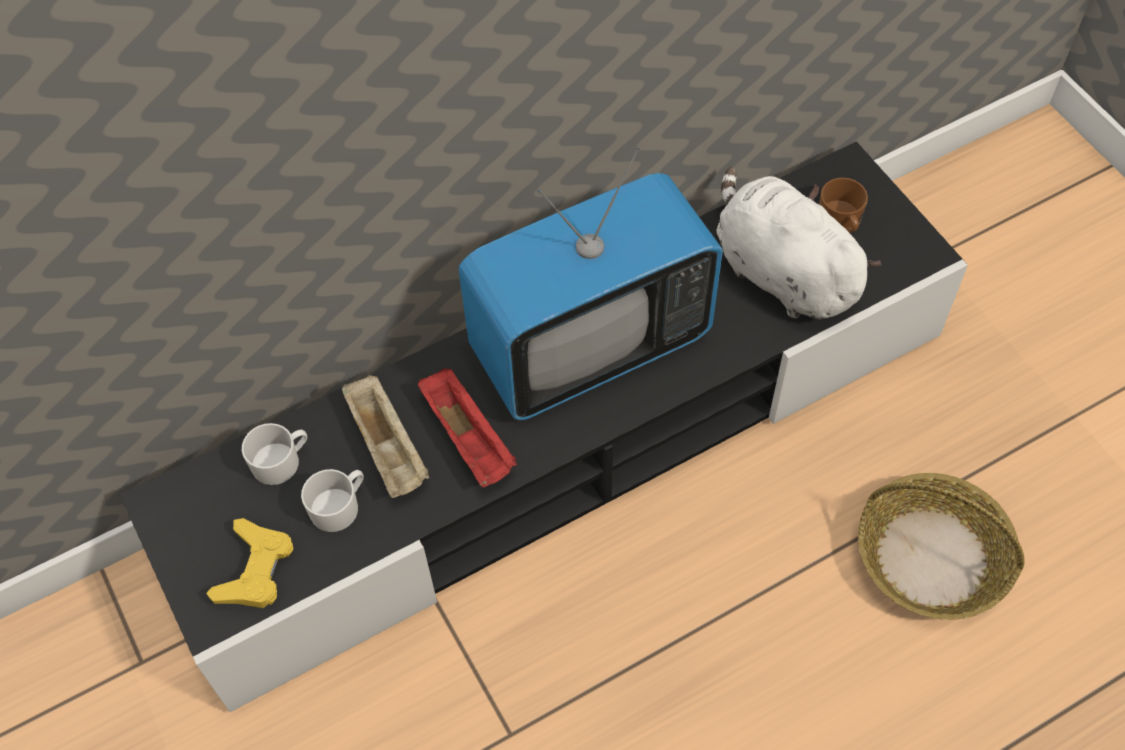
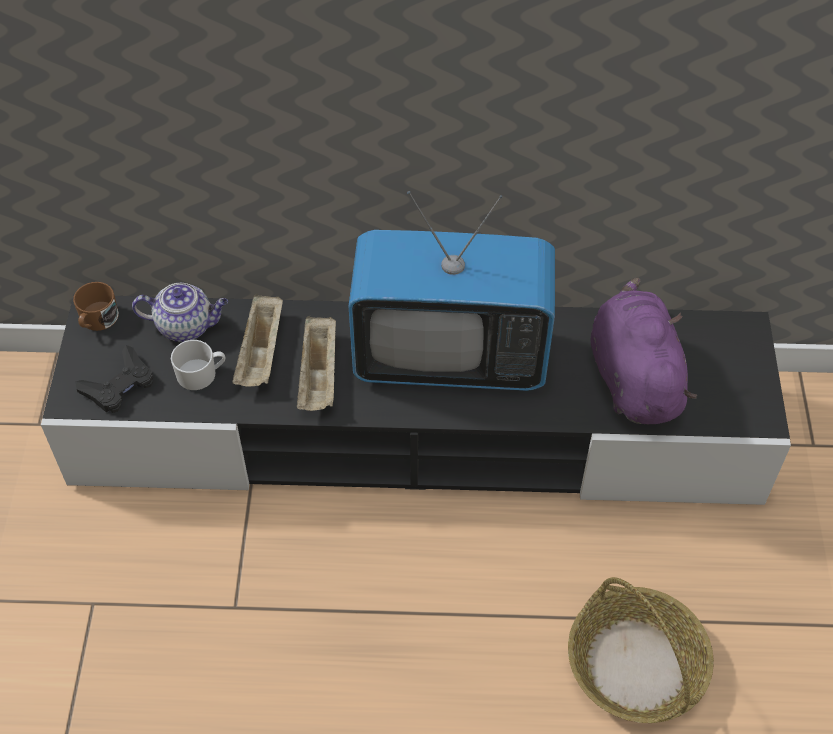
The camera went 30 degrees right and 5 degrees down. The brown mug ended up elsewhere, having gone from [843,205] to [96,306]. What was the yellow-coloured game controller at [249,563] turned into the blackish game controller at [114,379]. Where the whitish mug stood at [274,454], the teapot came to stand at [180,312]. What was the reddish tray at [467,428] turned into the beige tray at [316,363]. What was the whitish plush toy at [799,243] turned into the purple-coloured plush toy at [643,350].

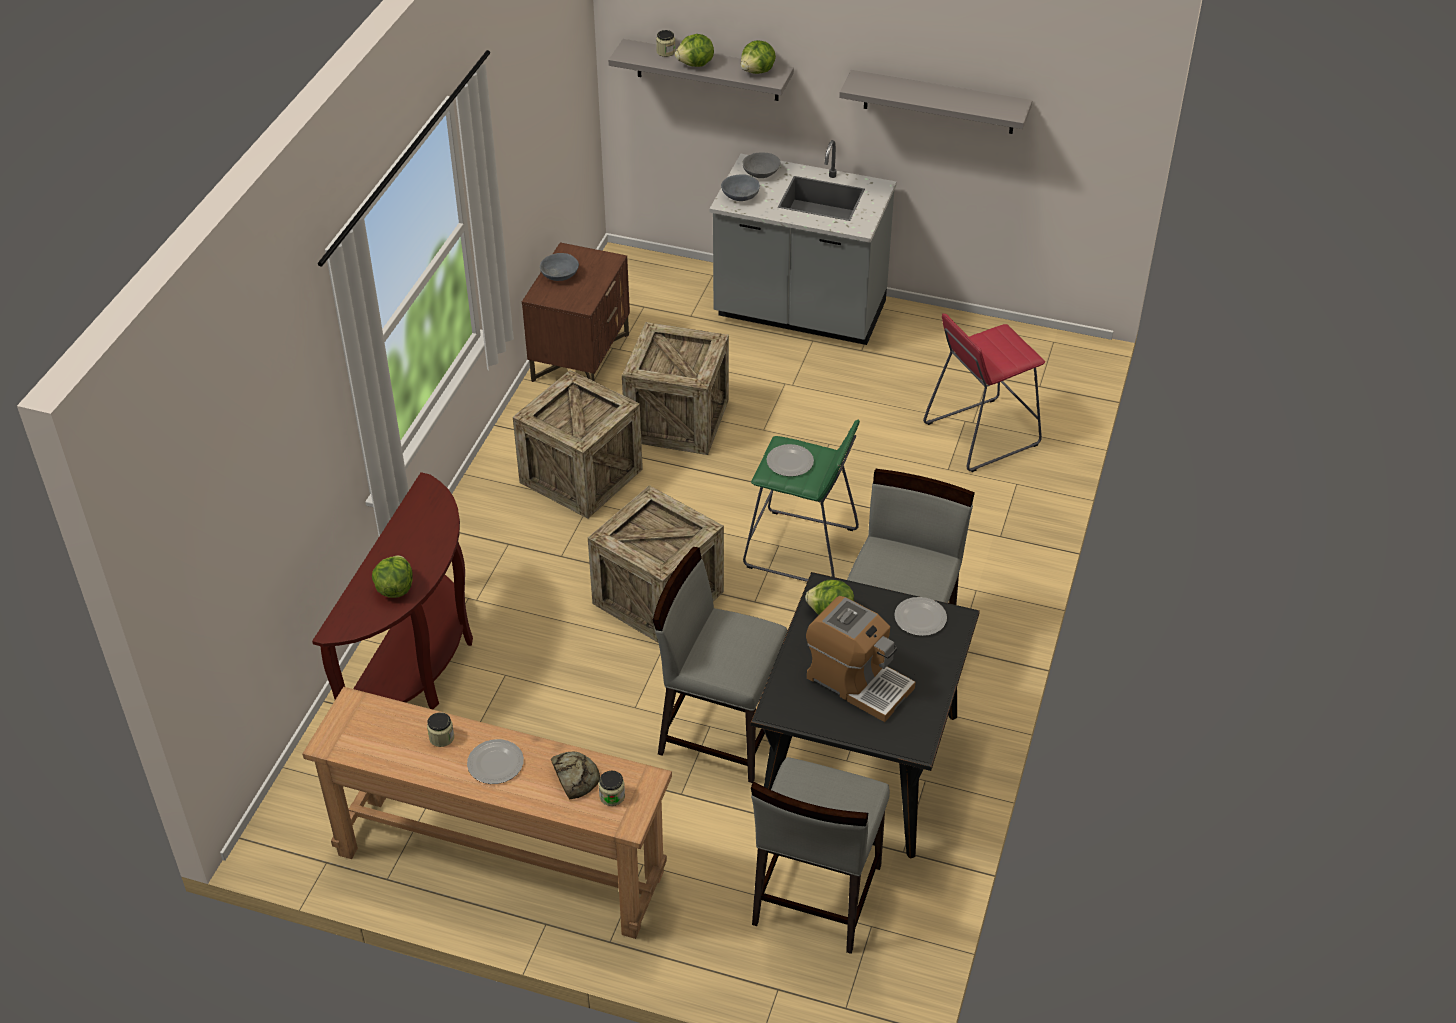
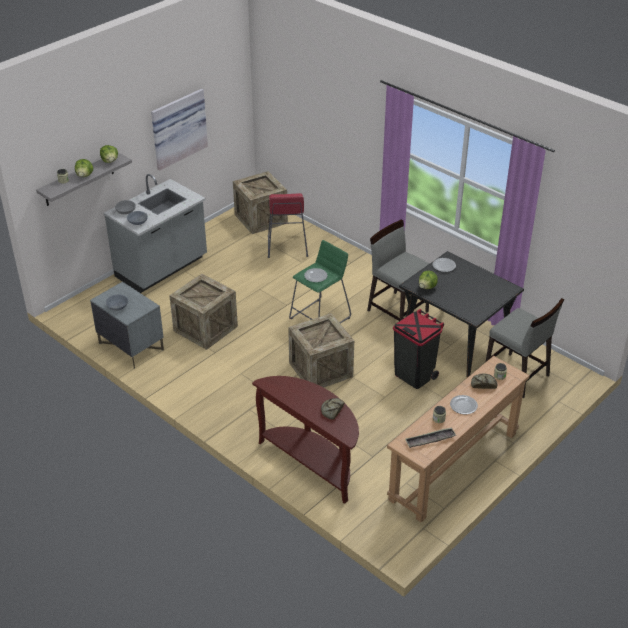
The camera went 65 degrees left and 5 degrees down. What was the brown bedside table at [576,312] turned into the greyish bedside table at [127,325]. Where the greyish bracket shelf hung at [935,102], the picture came to hang at [179,130]. The packing crate ended up elsewhere, having gone from [578,444] to [260,202]. Where the lettuce head stood at [392,576], the baked bread came to stand at [333,409]. Where the greyish upright chair stood at [720,665], the blackish rubbish bin came to stand at [418,349]. The second view gained the tray at [430,437]. The second view lost the coffee brewer at [861,659].

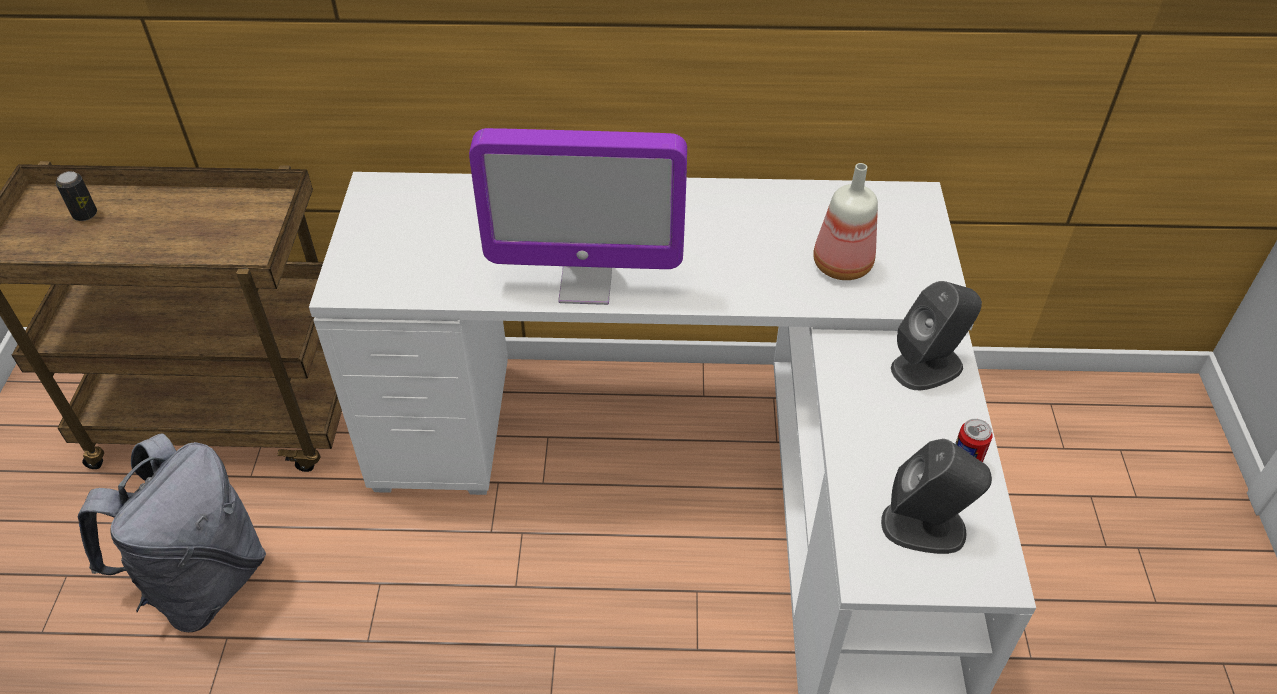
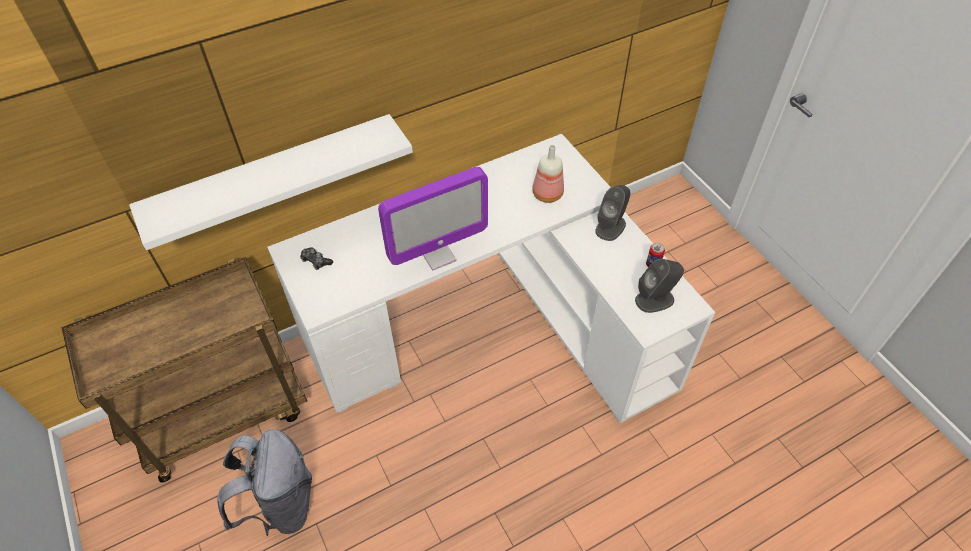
The camera went 30 degrees left and 5 degrees up. The second view gained the whitish bracket shelf at [271,182]. The second view gained the game controller at [316,258]. The second view lost the can at [76,196].

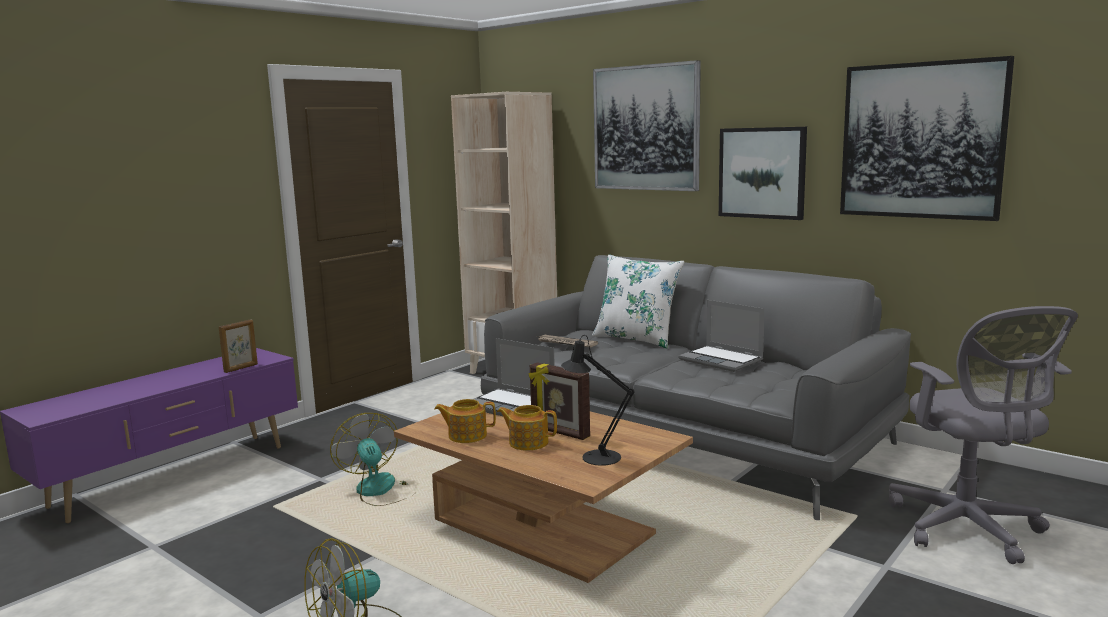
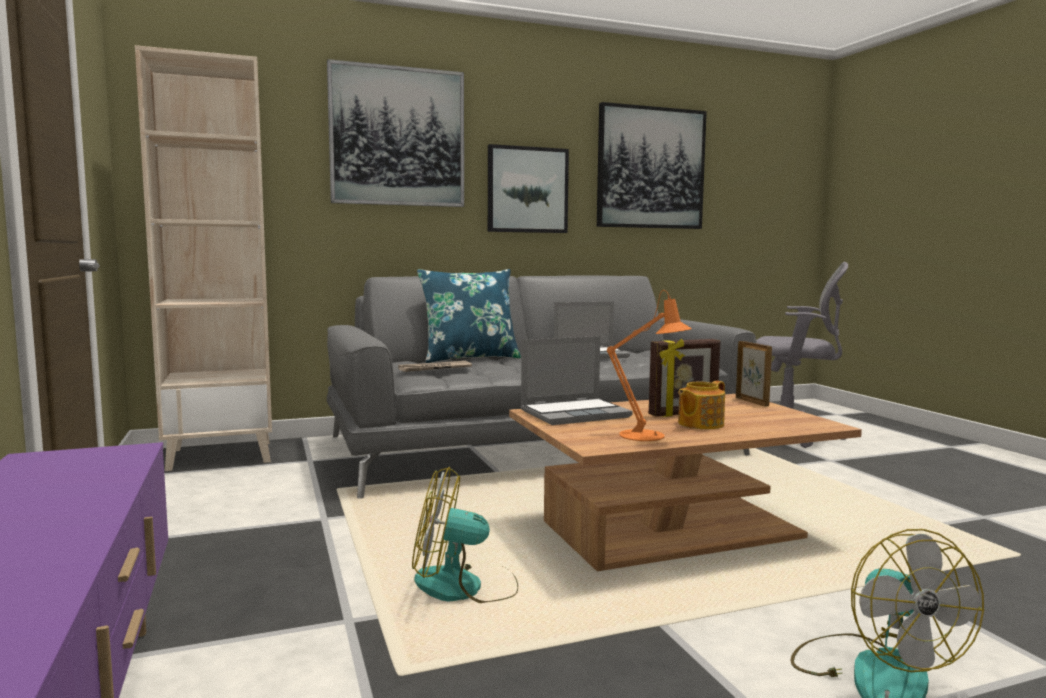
The camera went 60 degrees left and 5 degrees down. What was the whitish cushion at [638,301] turned into the bluish cushion at [469,316]. Where the teapot stood at [465,421], the orangey tabletop lamp came to stand at [649,365]. The standing frame ended up elsewhere, having gone from [238,346] to [754,374]. The second view lost the blackish tabletop lamp at [598,400].

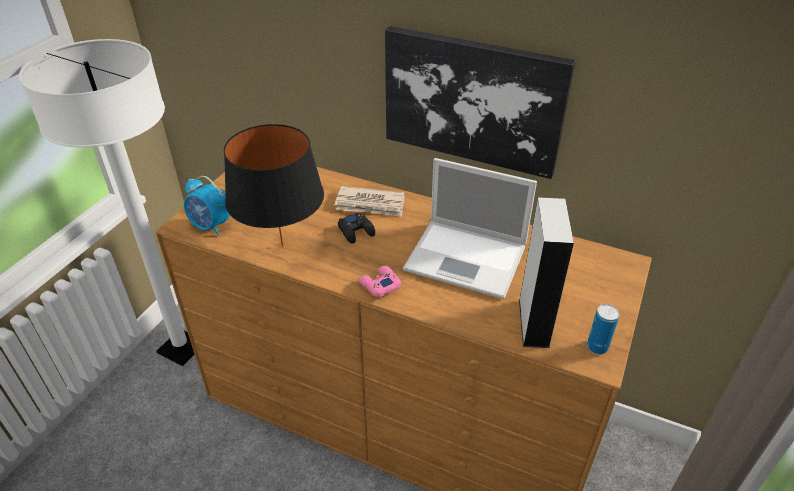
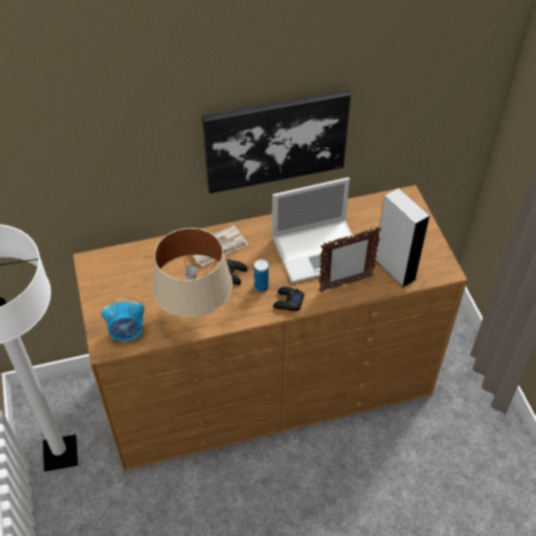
The camera went 40 degrees left and 10 degrees up. What was the blackish tabletop lamp at [274,185] turned into the beige tabletop lamp at [192,272]. The can ended up elsewhere, having gone from [603,329] to [261,275]. What was the pink game controller at [379,281] turned into the blackish game controller at [288,299]. The second view gained the standing frame at [350,259].

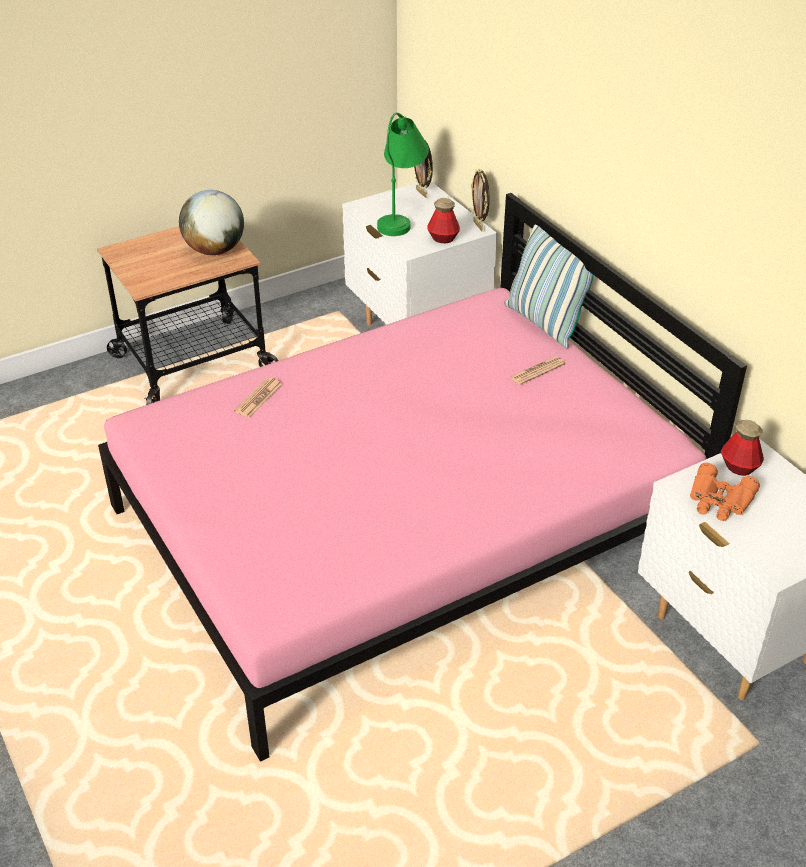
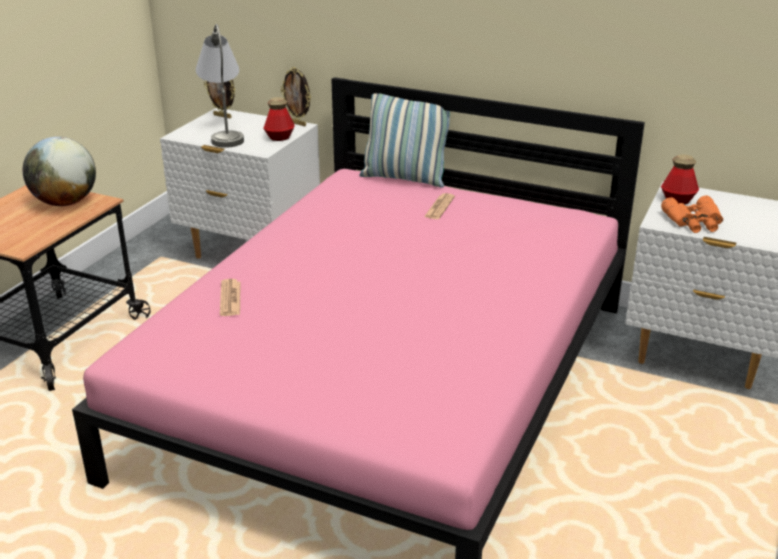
The camera went 35 degrees left and 10 degrees down. What was the greenish tabletop lamp at [403,174] turned into the greyish tabletop lamp at [220,86].

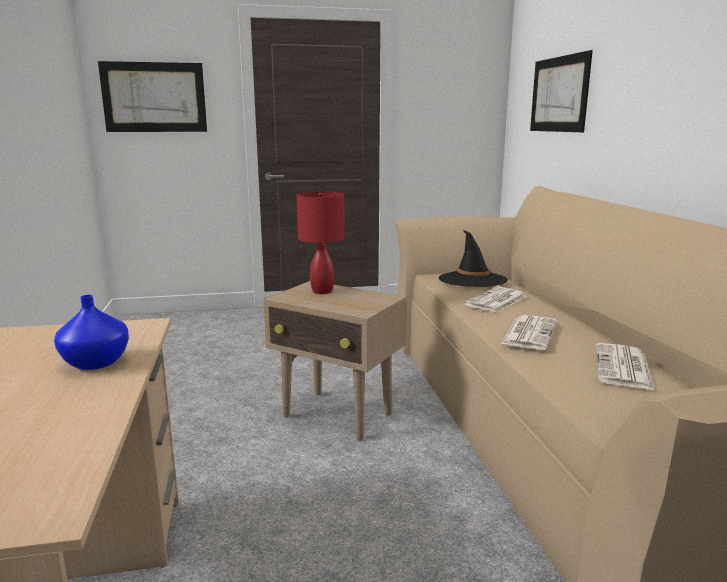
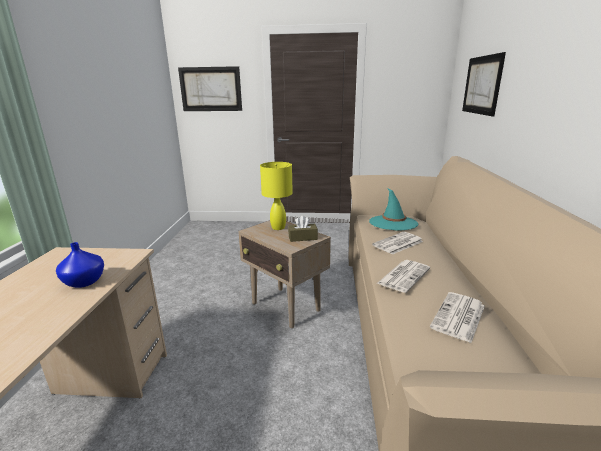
The camera went 15 degrees right and 5 degrees up. What was the reddish tabletop lamp at [321,243] turned into the yellow-coloured tabletop lamp at [276,196]. The second view gained the brown tissue holder at [303,229]. What was the blackish clothing hat at [473,258] turned into the turquoise clothing hat at [394,209].

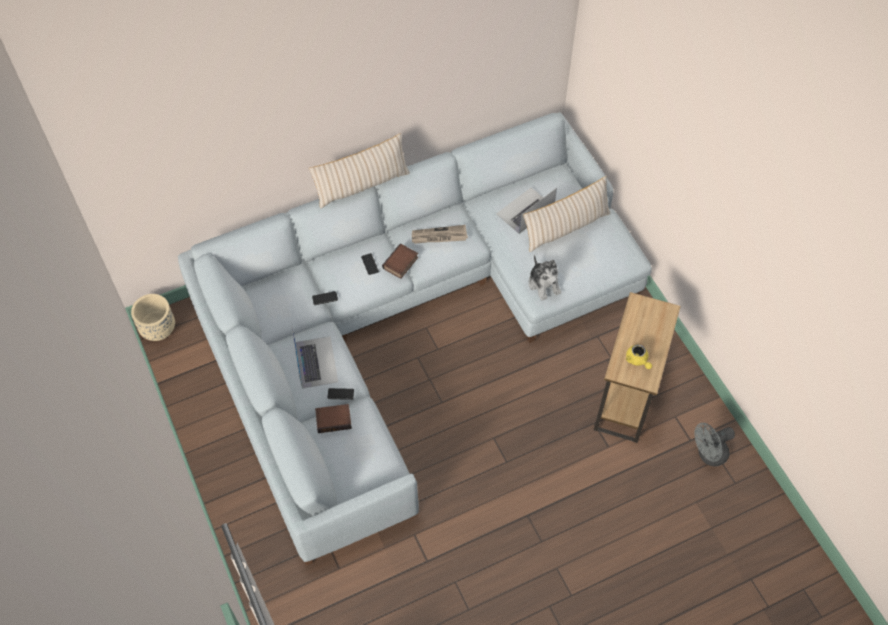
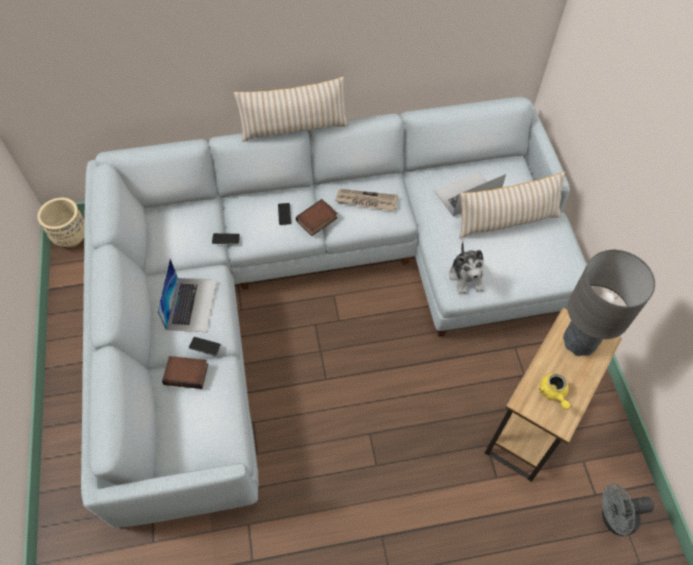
The camera went 15 degrees right and 0 degrees up. The second view gained the greyish tabletop lamp at [609,303].

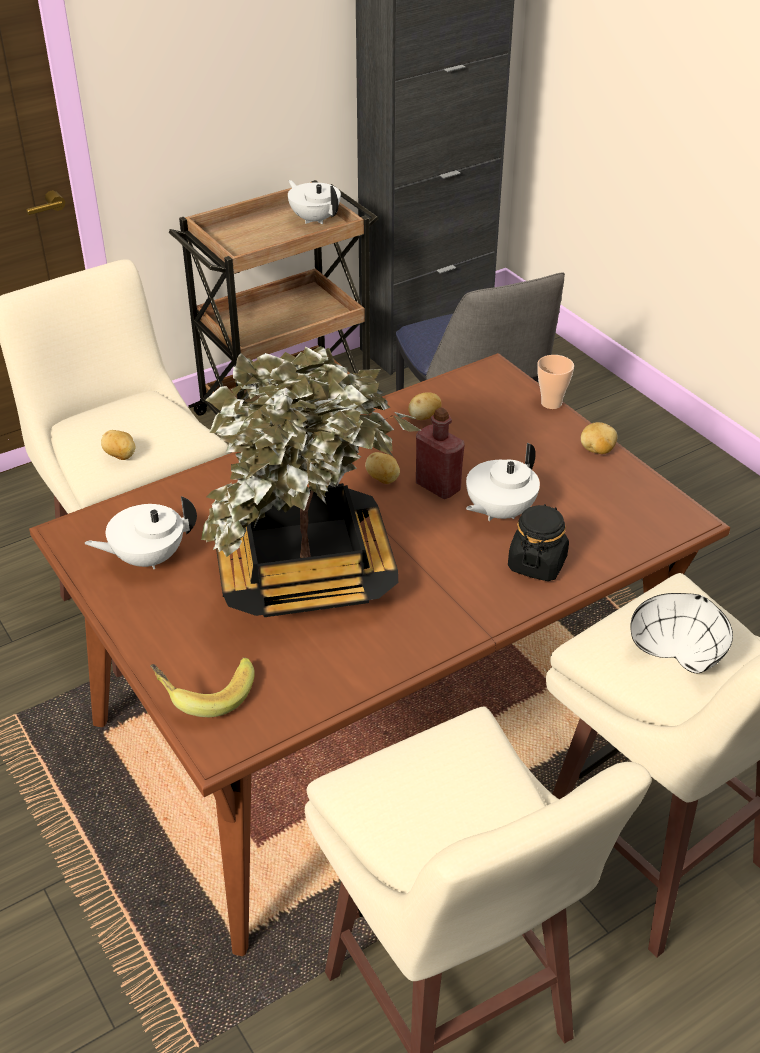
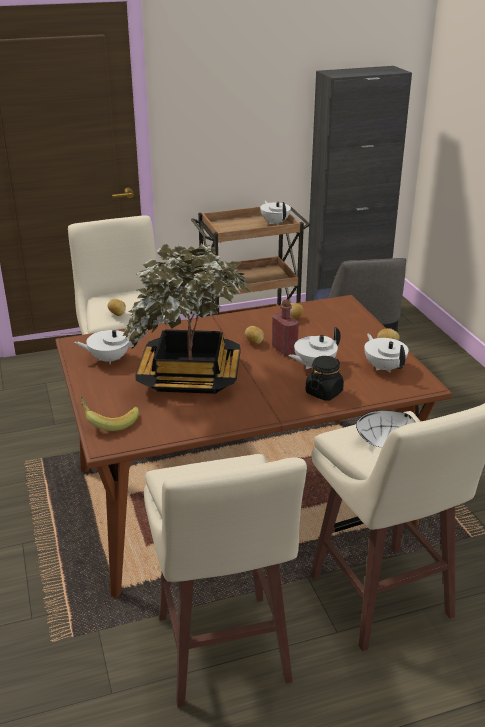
The camera went 15 degrees right and 10 degrees down. The second view gained the whitish teapot at [386,353]. The second view lost the drinking cup at [555,382].

